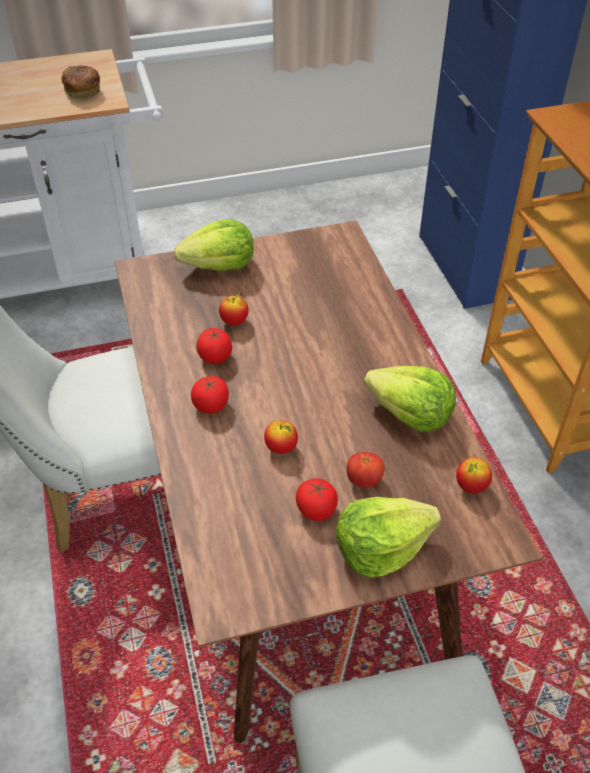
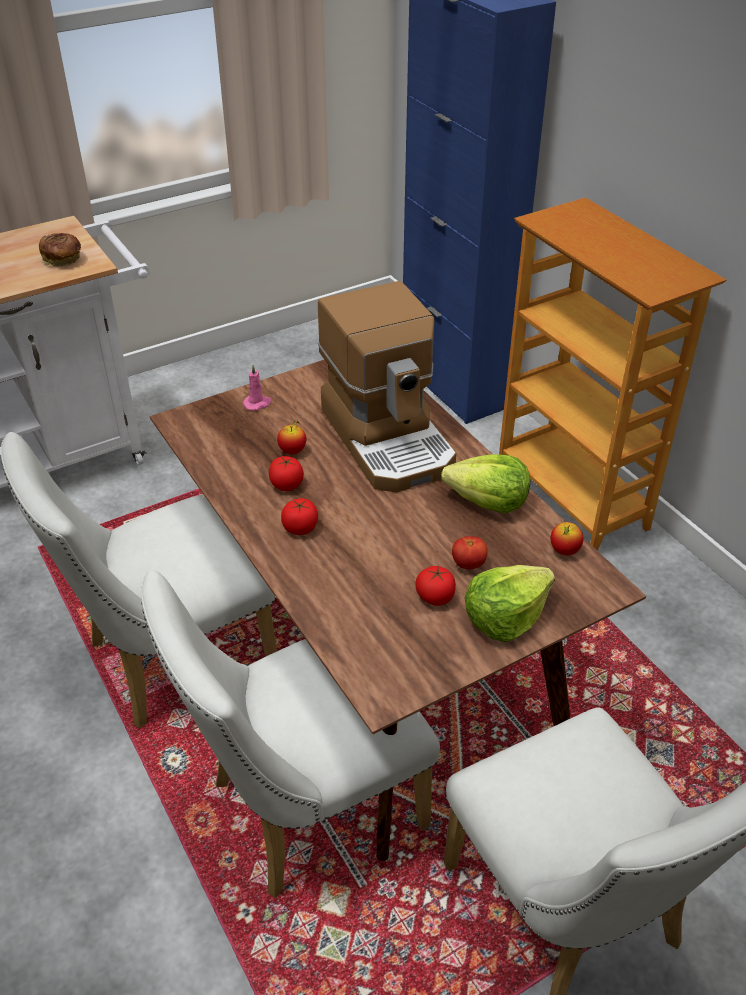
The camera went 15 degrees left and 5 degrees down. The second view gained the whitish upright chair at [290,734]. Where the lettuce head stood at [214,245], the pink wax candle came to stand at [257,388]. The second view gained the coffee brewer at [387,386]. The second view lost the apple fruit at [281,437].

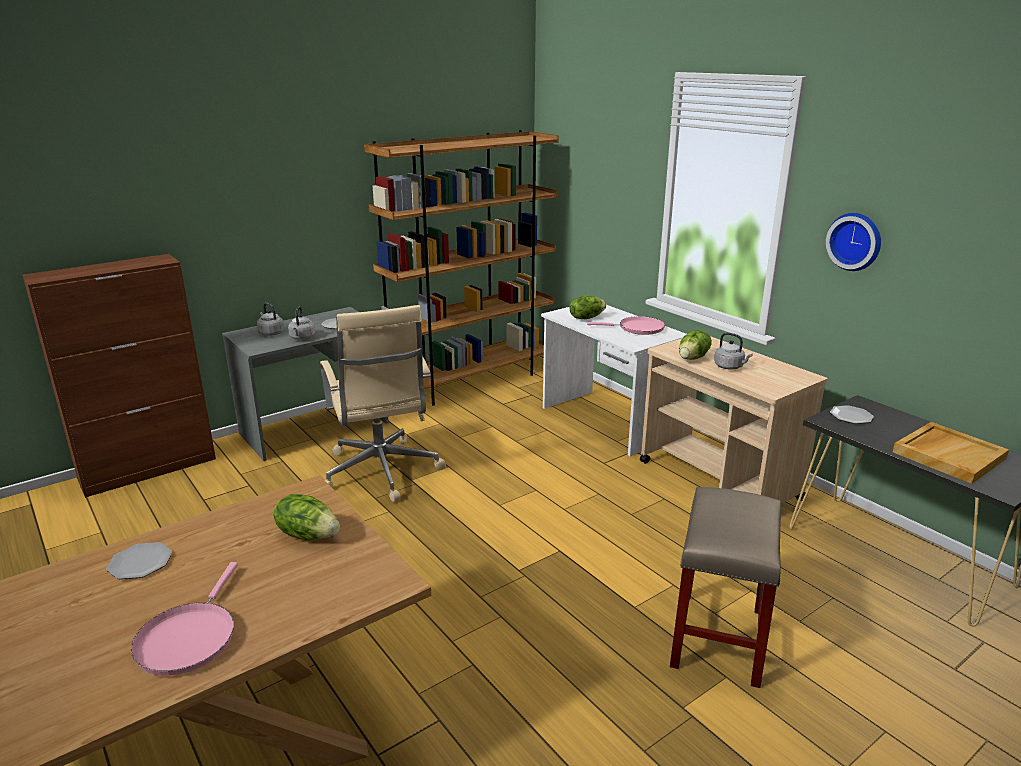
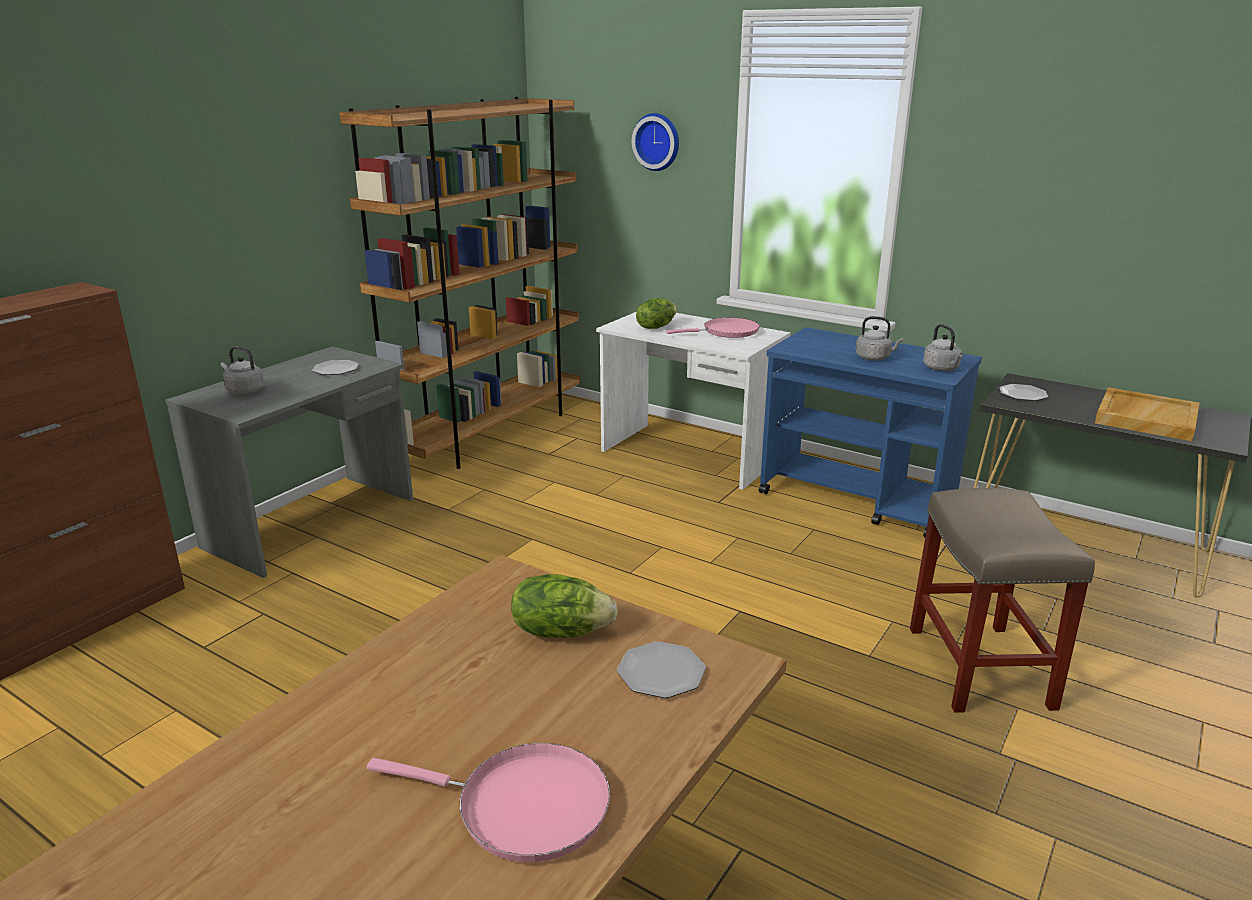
The camera went 20 degrees left and 0 degrees up. The pink frying pan at [184,619] ended up facing another way, 60 degrees counterclockwise from before. The flat dish ended up elsewhere, having gone from [139,560] to [661,669]. The clock on the wall ended up elsewhere, having gone from [853,242] to [655,142]. What was the beige cart at [734,420] turned into the bluish cart at [870,433]. The greyish tea kettle ended up elsewhere, having gone from [301,323] to [943,347]. The second view lost the beige desk chair at [383,403]. The second view lost the lettuce head at [695,345].

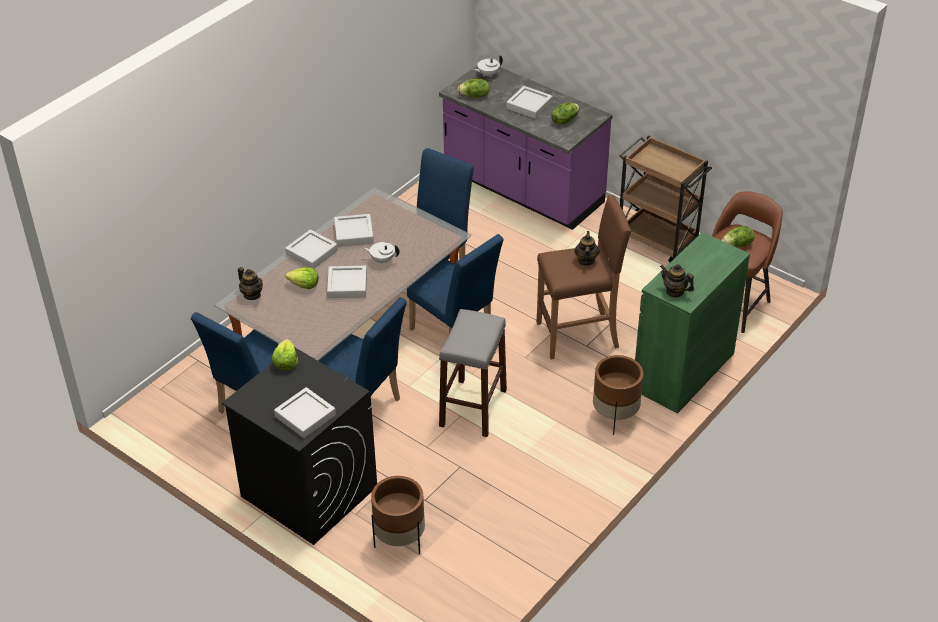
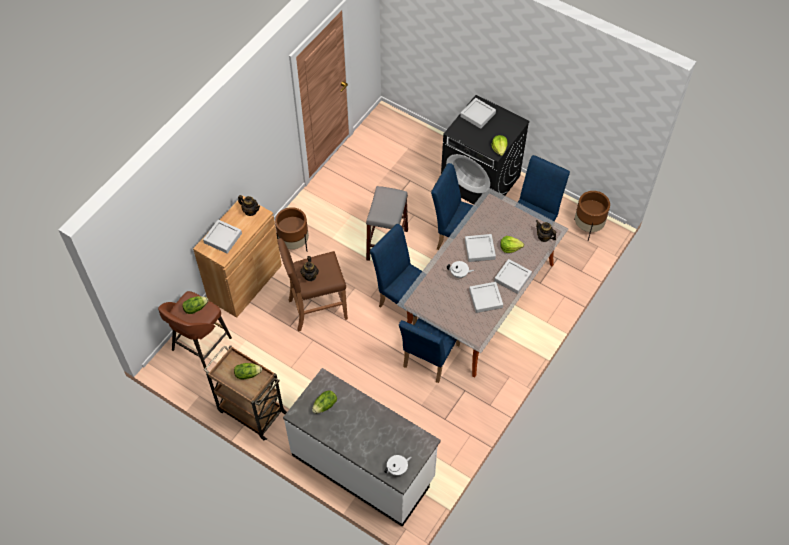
The camera went 175 degrees right and 15 degrees up. What was the greenish cupboard at [692,323] turned into the brown cupboard at [237,256]. The greyish tray ended up elsewhere, having gone from [529,102] to [222,237]. The lettuce head ended up elsewhere, having gone from [473,88] to [248,371]. What was the purple-coloured kitchen base unit at [525,148] turned into the whitish kitchen base unit at [362,447]. The brown planter ended up elsewhere, having gone from [398,515] to [592,215].

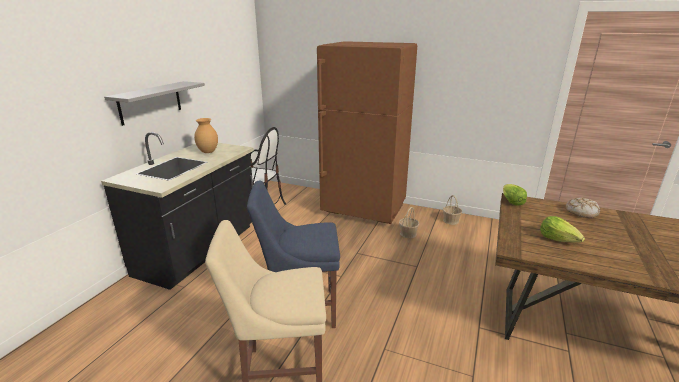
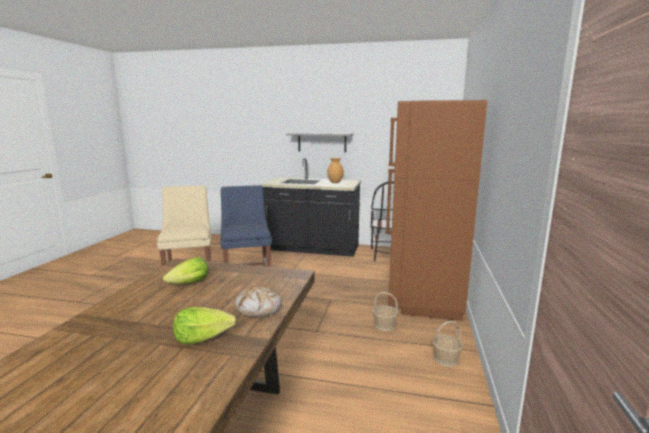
The camera went 80 degrees right and 10 degrees down. The lettuce head ended up elsewhere, having gone from [515,195] to [205,326].

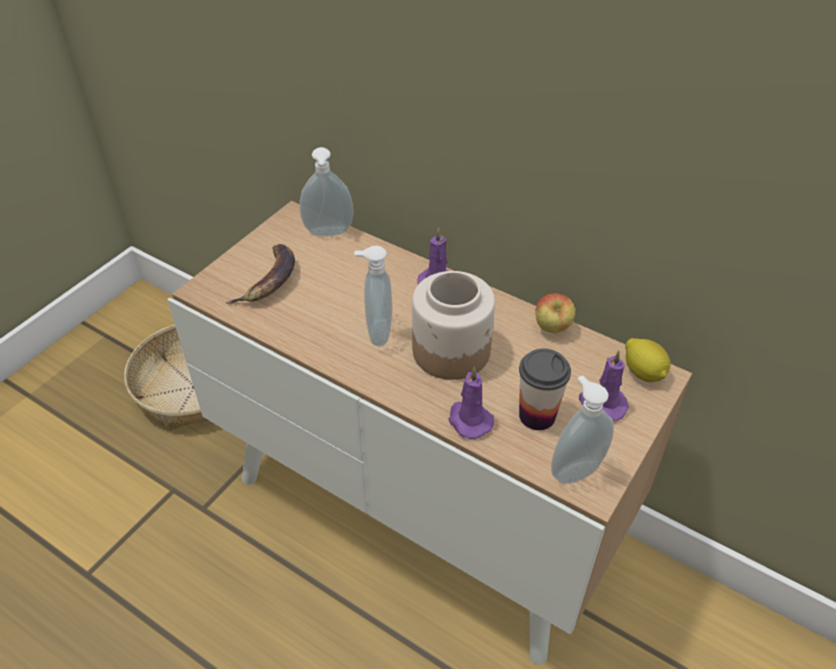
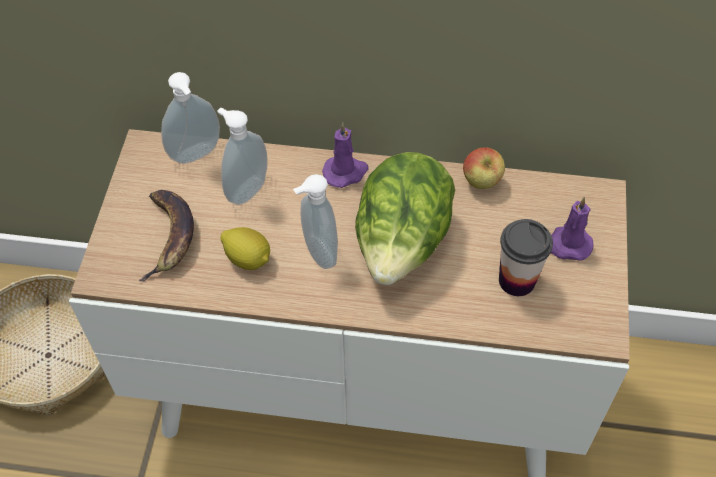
The camera went 25 degrees left and 10 degrees up. The soap bottle ended up elsewhere, having gone from [582,429] to [243,156]. The whole lemon ended up elsewhere, having gone from [648,360] to [245,248]. Where the storage jar stood at [453,325], the lettuce head came to stand at [405,218]. The second view lost the purple-coloured wax candle at [471,402].

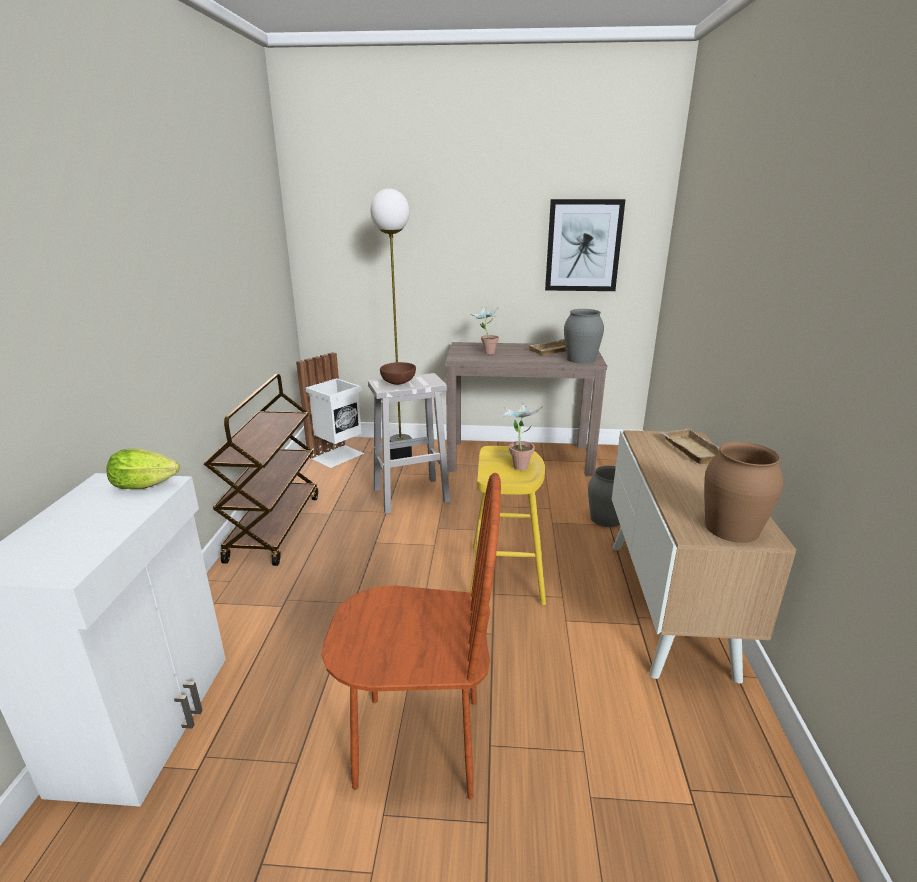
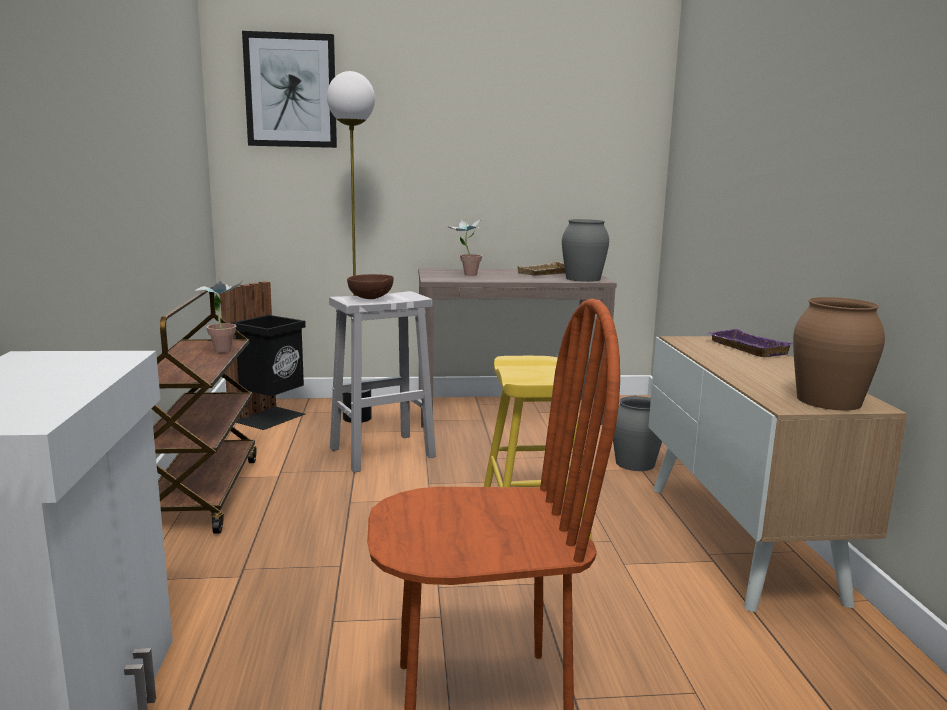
The camera went 10 degrees left and 10 degrees down. The houseplant ended up elsewhere, having gone from [522,436] to [218,315]. What was the whitish rubbish bin at [330,410] turned into the blackish rubbish bin at [263,355]. The picture ended up elsewhere, having gone from [585,245] to [289,89]. What was the beige tray at [690,446] turned into the purple-coloured tray at [750,343]. The second view lost the lettuce head at [143,469].

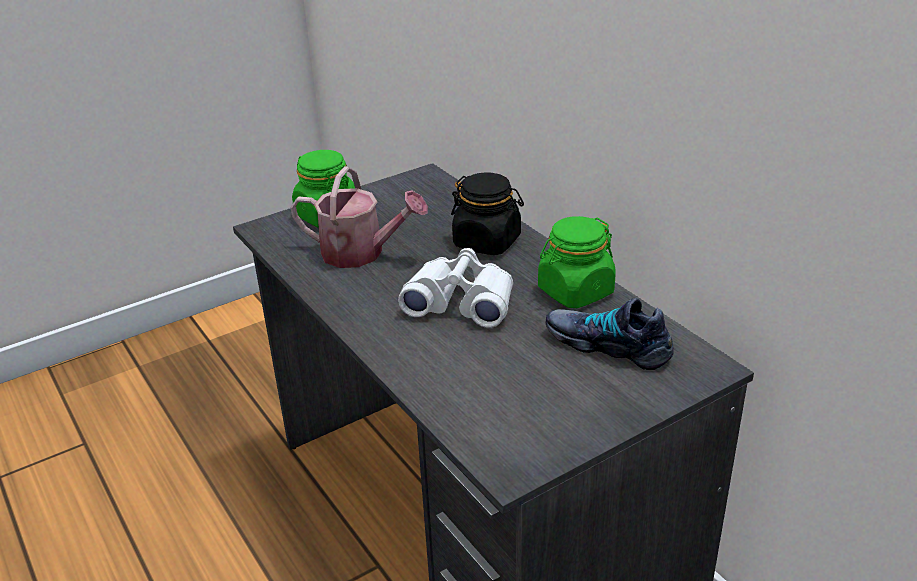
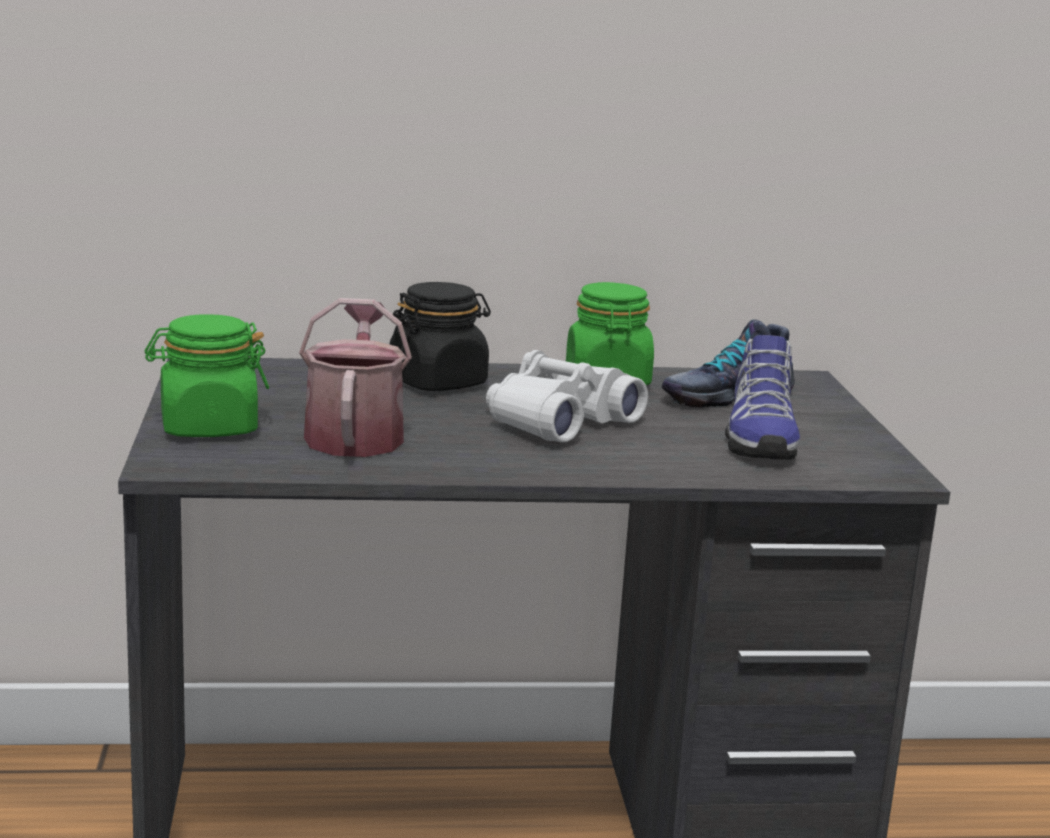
The camera went 65 degrees left and 15 degrees down. The watering can at [359,217] ended up facing another way, 45 degrees counterclockwise from before. The second view gained the shoe at [762,397].

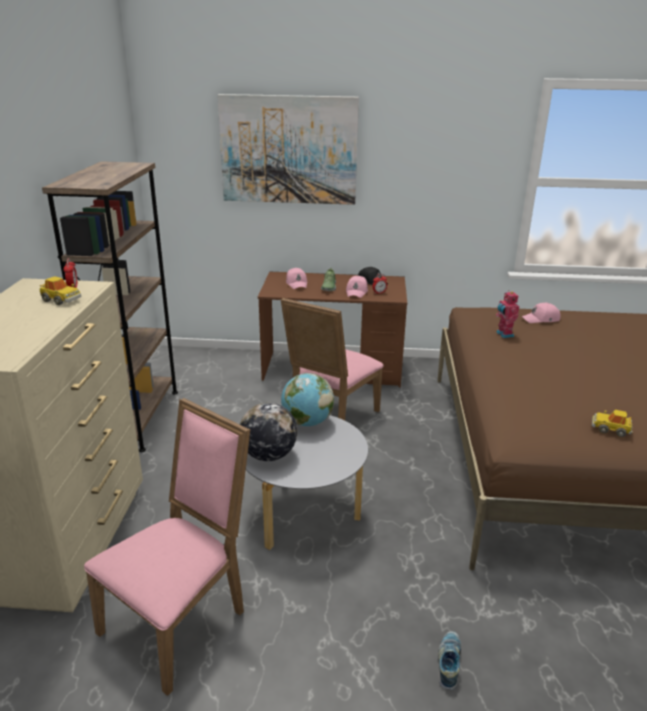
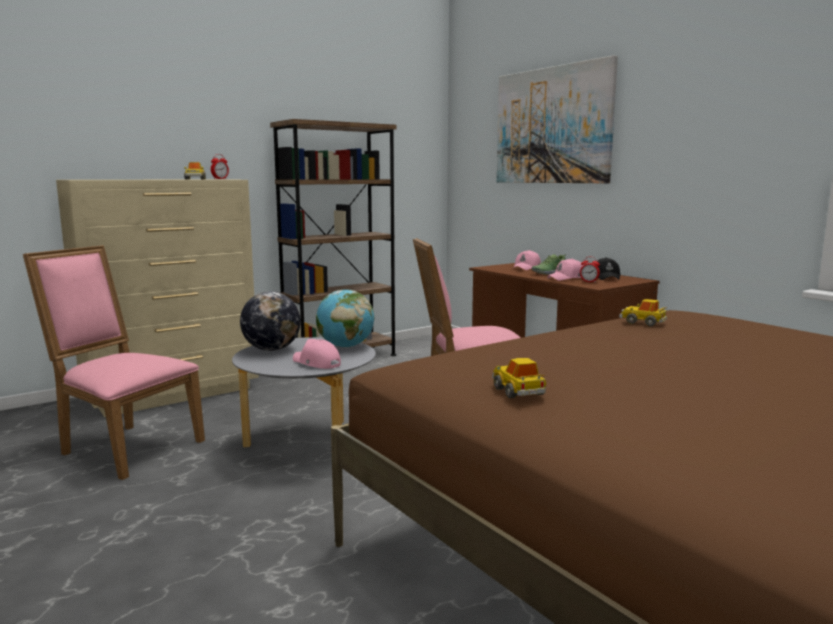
The camera went 50 degrees right and 15 degrees down. The pink upright chair at [167,547] ended up facing another way, 150 degrees counterclockwise from before. The pink baseball cap ended up elsewhere, having gone from [541,313] to [317,354]. Where the toy robot stood at [507,314], the model car came to stand at [643,312]. The second view lost the shoe at [449,660].

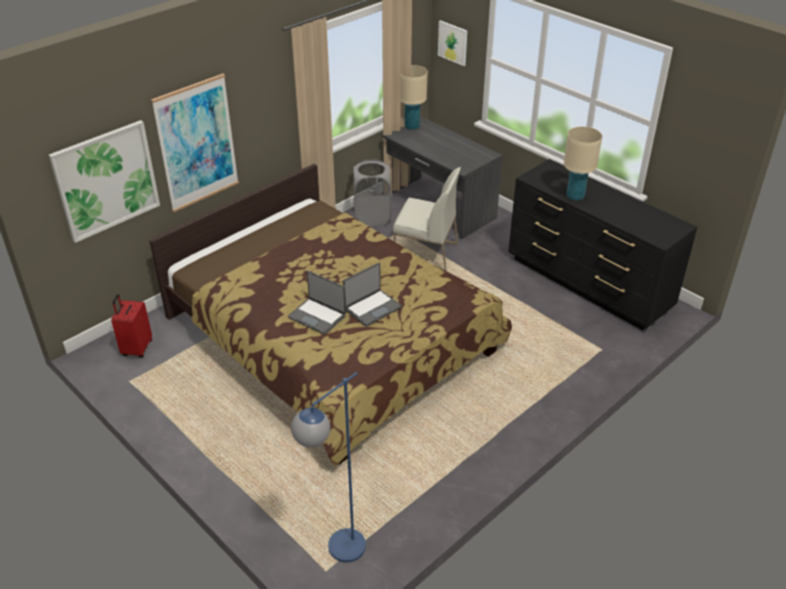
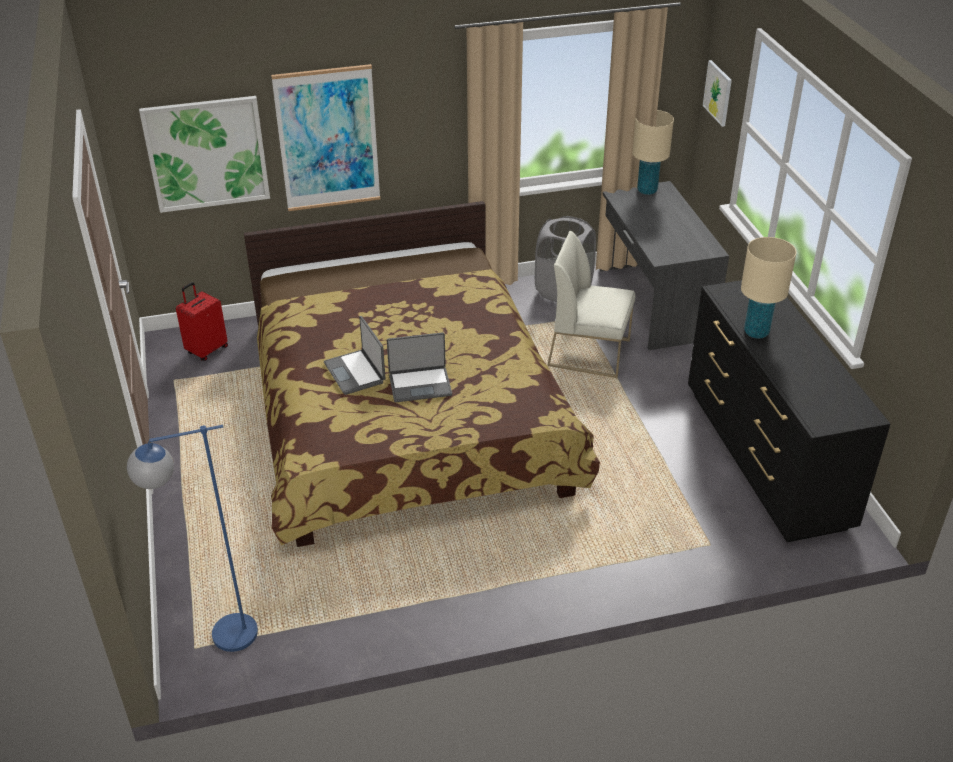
The camera went 30 degrees right and 0 degrees up. The whitish upright chair at [427,219] ended up facing another way, 150 degrees clockwise from before.

